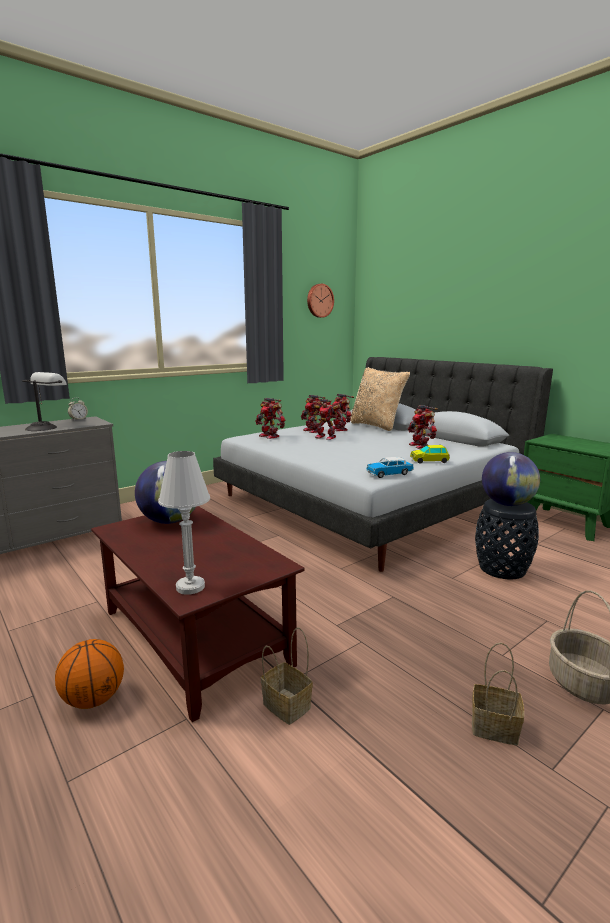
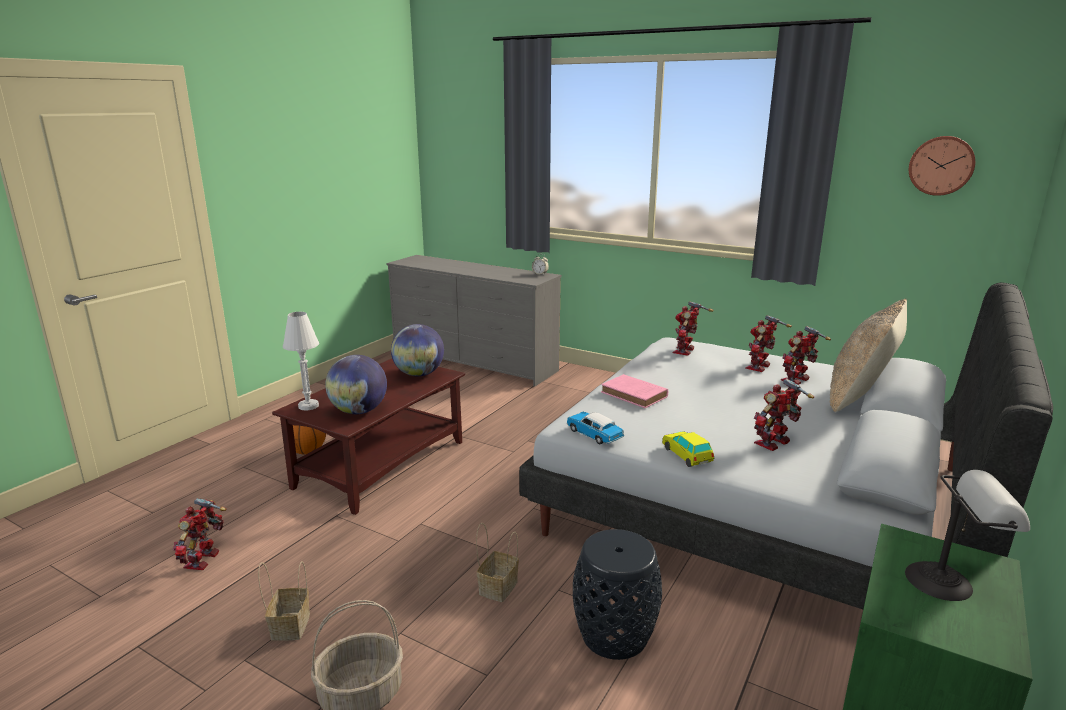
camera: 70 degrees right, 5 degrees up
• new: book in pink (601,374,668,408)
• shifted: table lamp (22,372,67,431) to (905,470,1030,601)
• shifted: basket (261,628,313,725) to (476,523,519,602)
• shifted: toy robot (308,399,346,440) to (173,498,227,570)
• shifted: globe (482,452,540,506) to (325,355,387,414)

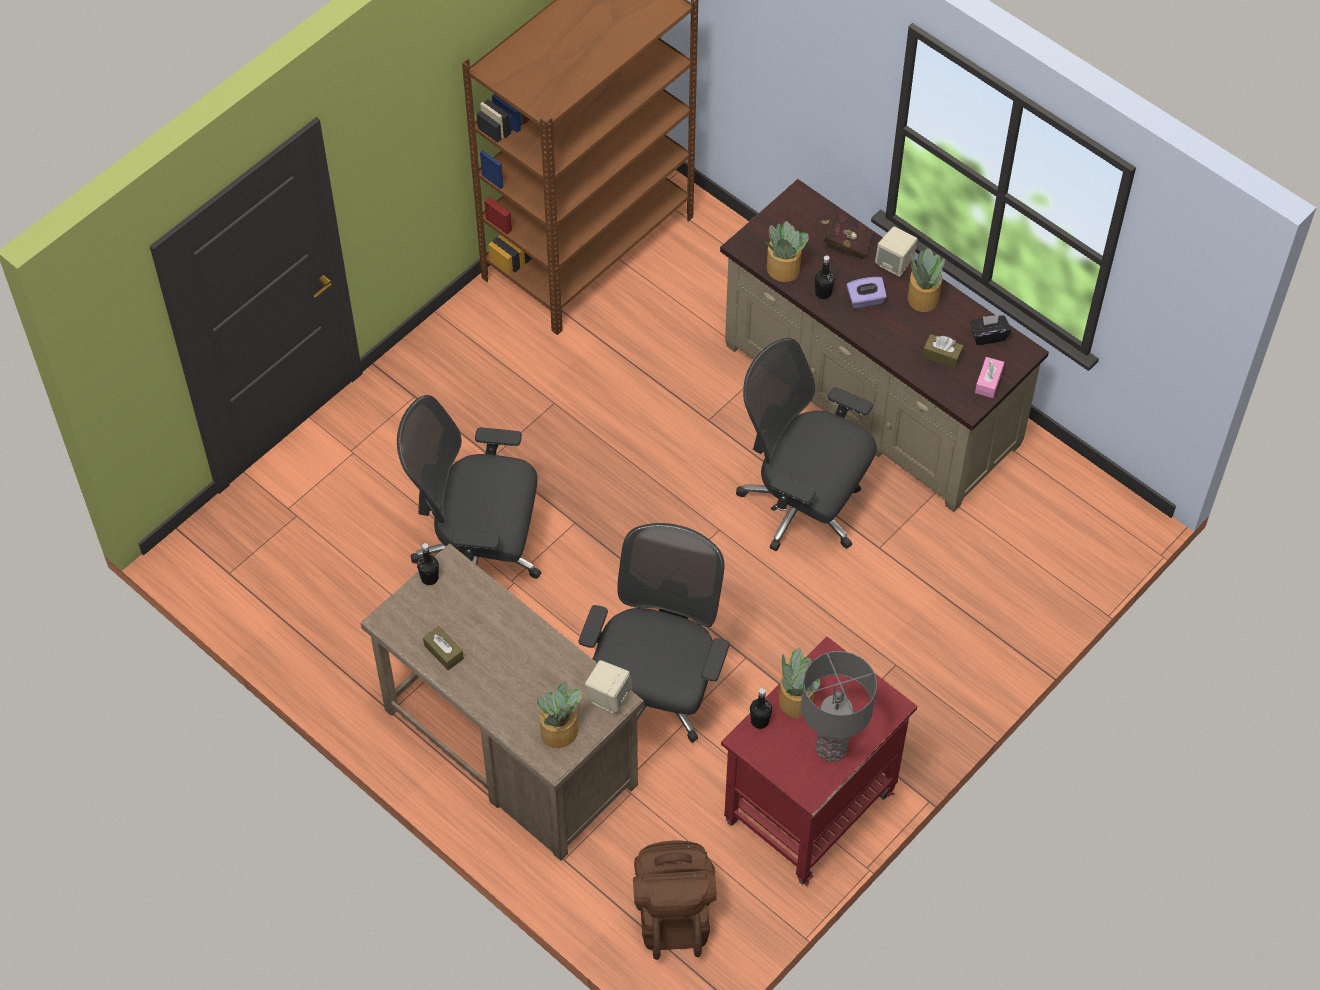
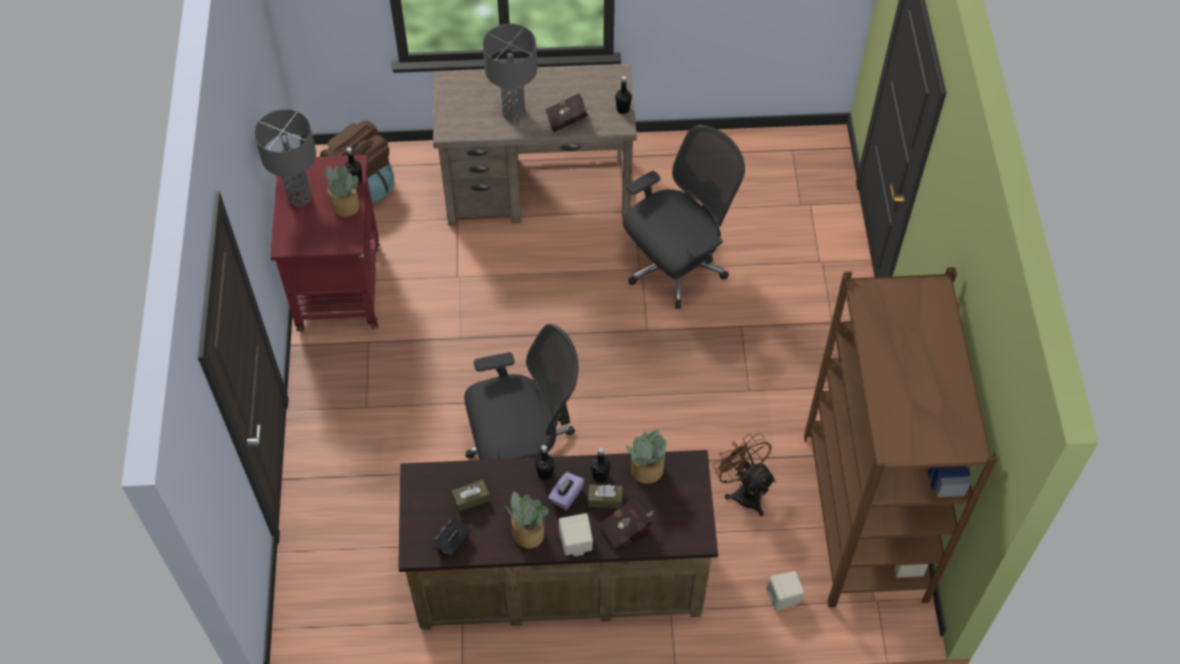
camera: 135 degrees right, 0 degrees up
• gone: potted plant (537,681,582,748)
• gone: office chair (579,523,730,742)
• gone: tissue box in pink (975,357,1004,398)
• new: table lamp in grey (483,24,537,121)
• new: bottle in black (535,445,554,480)
• new: book in red (545,93,591,132)
• new: fan in brown (713,433,776,516)
• shifted: tissue box in brown (423,626,464,670) to (588,484,623,508)
• shifted: speaker in beige (585,660,632,714) to (766,571,804,611)

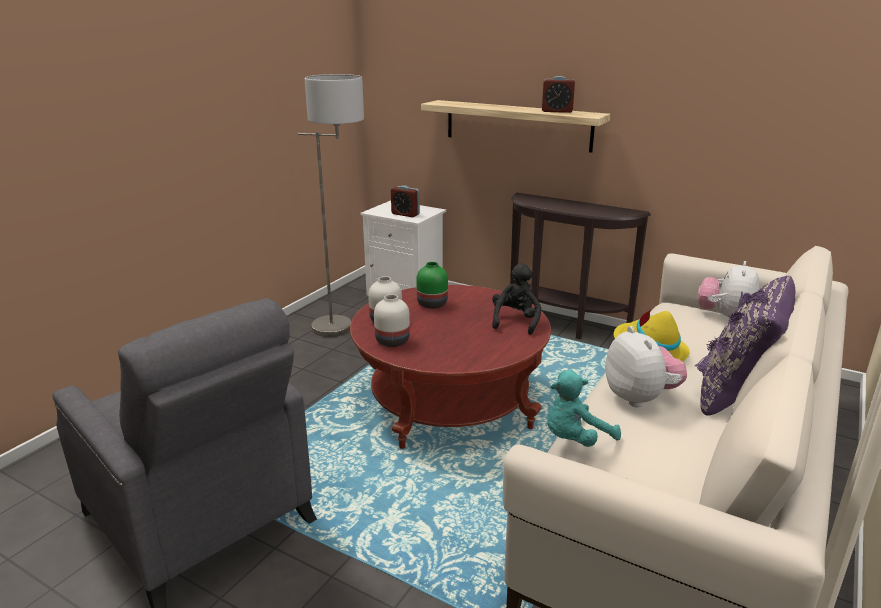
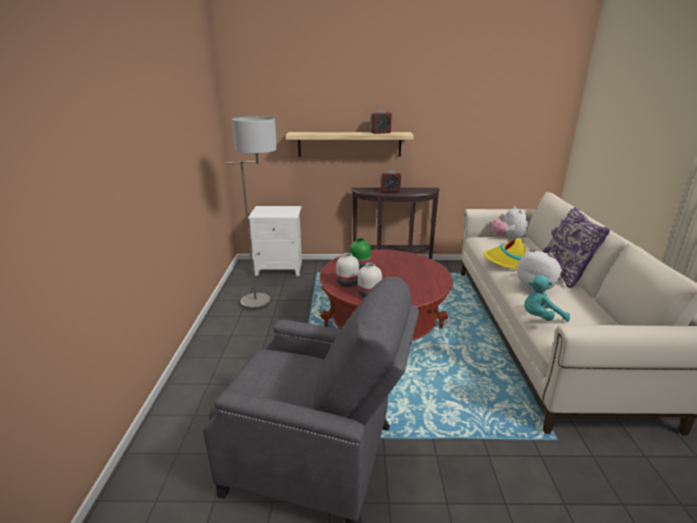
camera: 30 degrees left, 0 degrees up
• gone: plush toy in black (492,263,541,335)
• shifted: alarm clock (391,185,420,217) to (381,171,401,192)
• rotated: plush toy in turquoise (547,370,621,447) = (524,275,570,322) 45 degrees clockwise

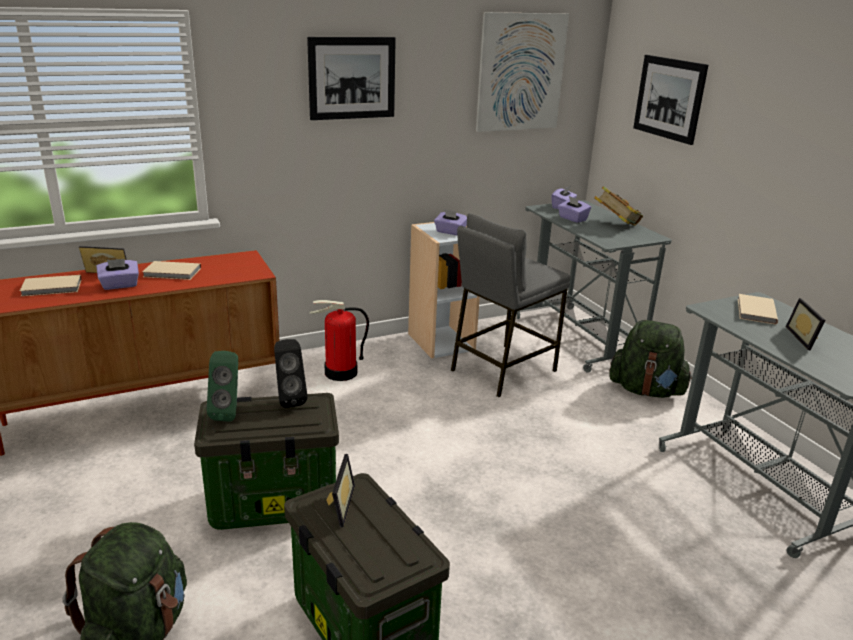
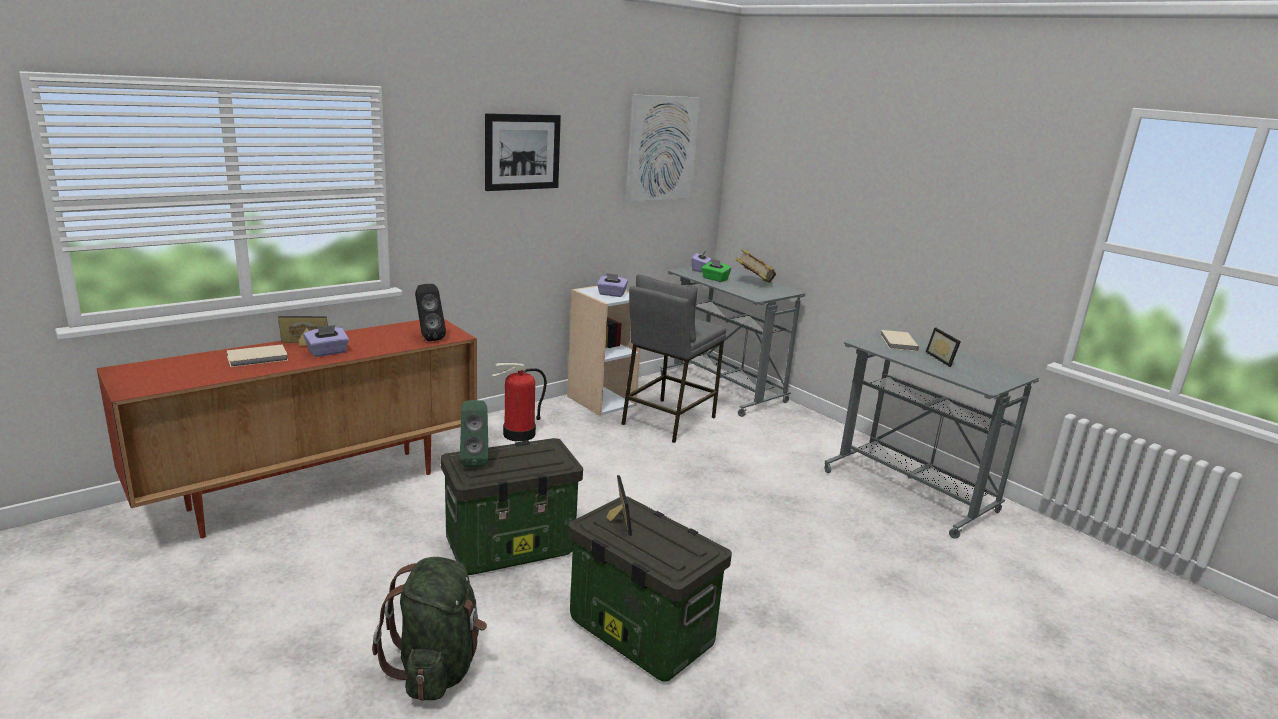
camera: 15 degrees left, 5 degrees down
• gone: book in beige (142,261,201,280)
• gone: backpack in green (609,320,692,398)
• gone: picture (633,55,708,145)
• shifted: speaker in black (274,339,308,408) to (415,284,446,341)
• repainted: tissue box in purple (558,196,591,223) to tissue box in green (701,259,731,282)

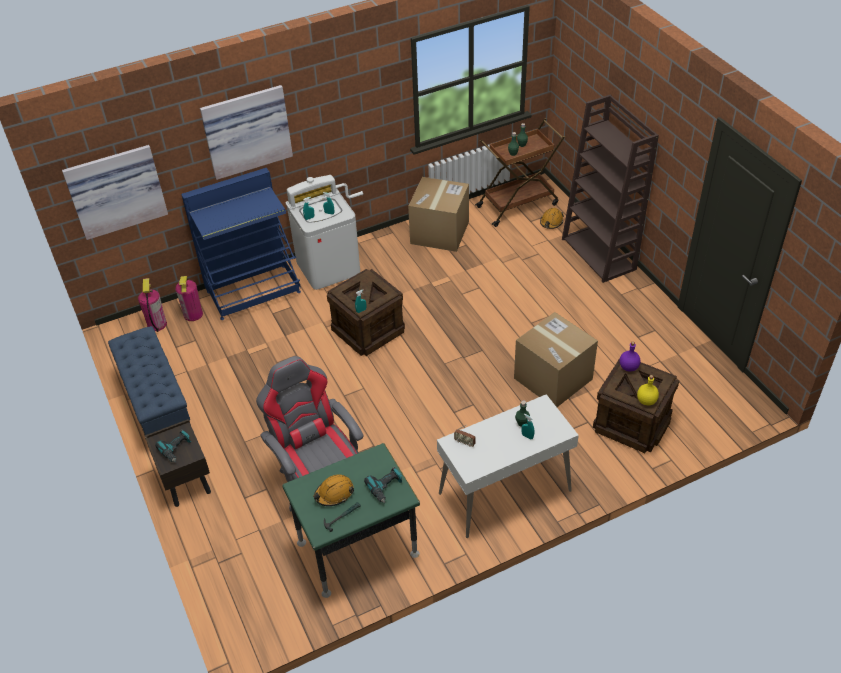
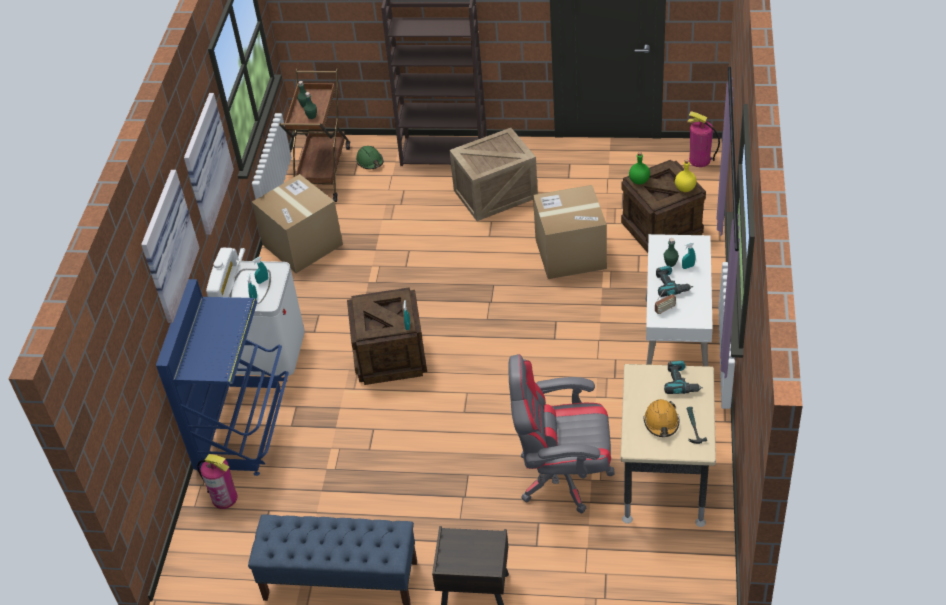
camera: 55 degrees left, 0 degrees up
• new: crate (449,128,538,221)
• shifted: picture (62,145,168,240) to (184,93,234,235)
• shifted: fire extinguisher (138,278,167,332) to (687,111,720,167)
• shifted: power drill (155,429,191,462) to (656,265,693,297)
• repainted: desk in green (282,443,420,598) to desk in beige (620,364,716,527)
• repainted: hard hat in orange (540,208,564,229) to hard hat in green (356,146,383,169)
• repainted: bottle in purple (620,341,640,372) to bottle in green (629,152,650,185)

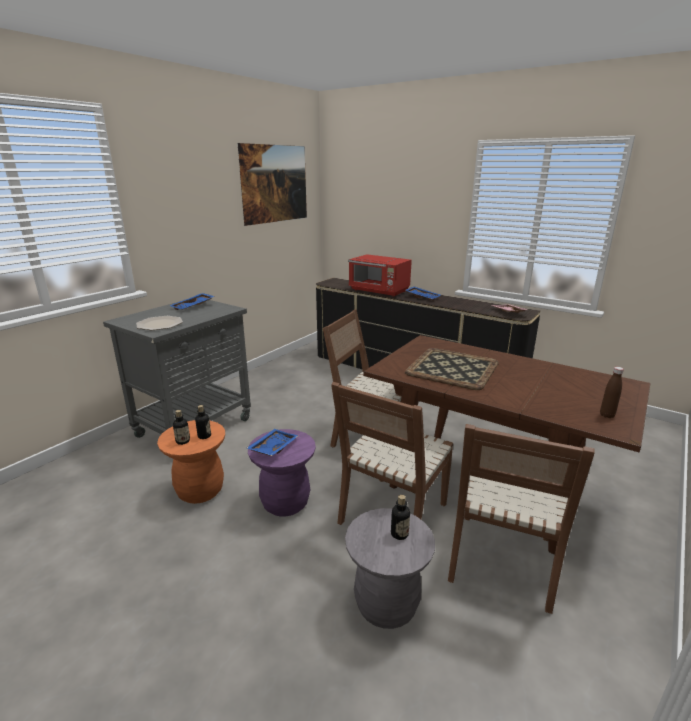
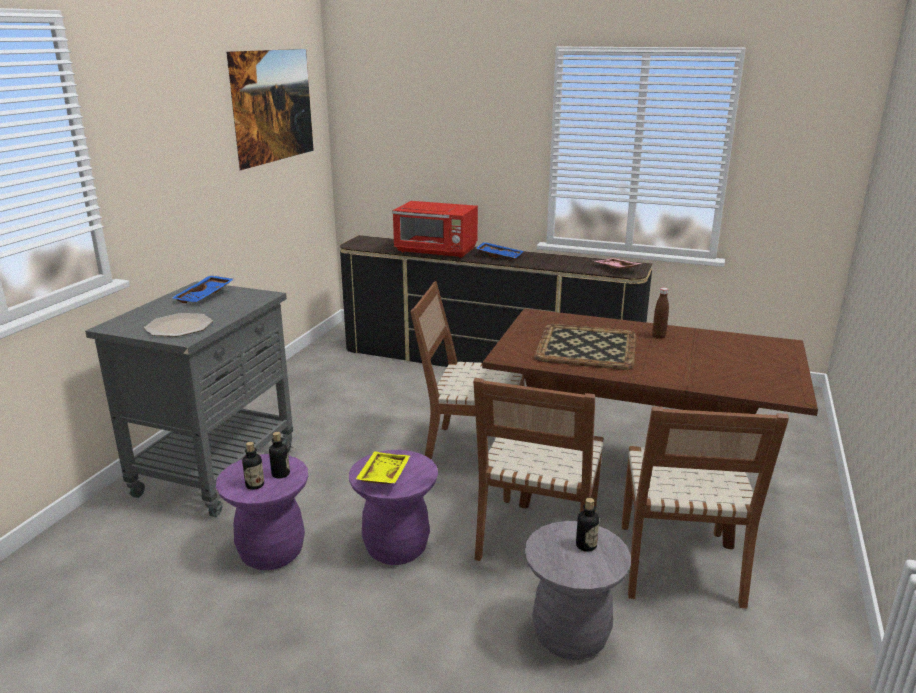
camera: 15 degrees left, 0 degrees up
• shifted: bottle in brown (600,367,624,418) to (652,288,669,339)
• repainted: stool in orange (157,420,225,504) to stool in purple (216,454,308,570)
• repainted: tray in blue (247,429,298,456) to tray in yellow (356,451,410,484)

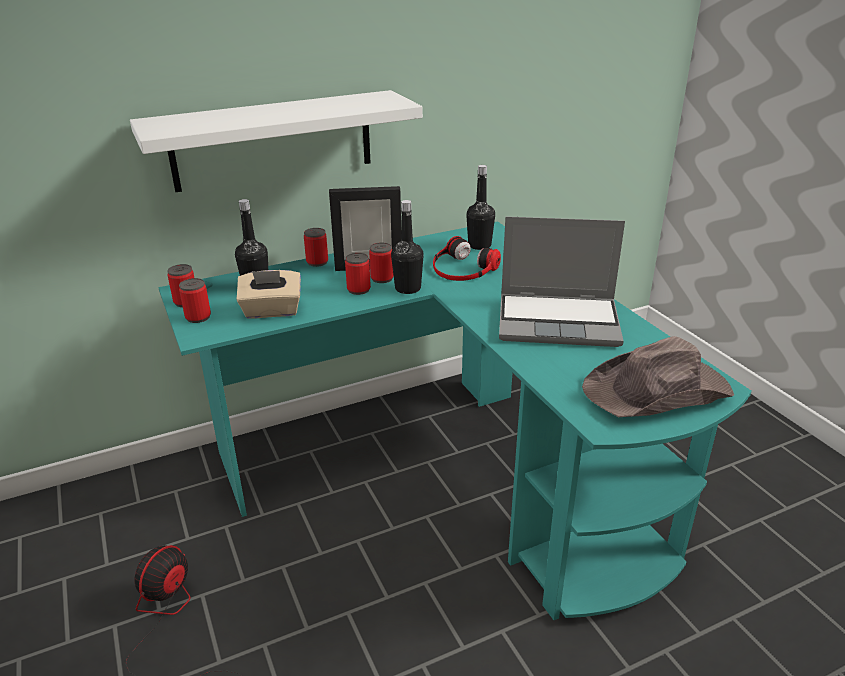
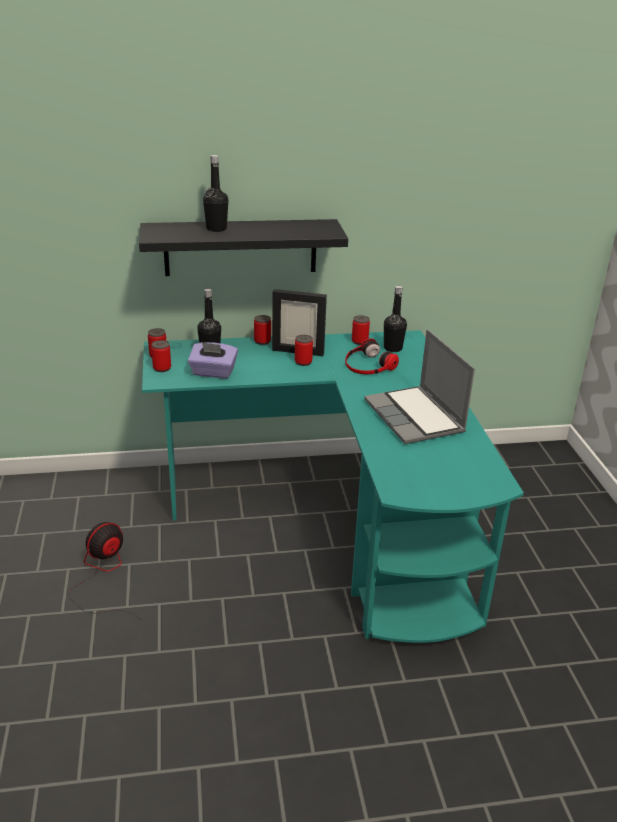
camera: 15 degrees right, 0 degrees up
• gone: hat in brown (582,336,734,417)
• shifted: can (345,253,371,295) to (352,315,370,345)
• shifted: bottle in black (391,200,424,294) to (203,155,228,232)
• repainted: shelf in white (130,90,423,192) to shelf in black (139,219,348,276)
• repainted: tissue box in beige (236,270,301,319) to tissue box in purple (188,342,238,379)
• rotated: laptop (499,216,625,347) = (364,329,475,444) 45 degrees clockwise

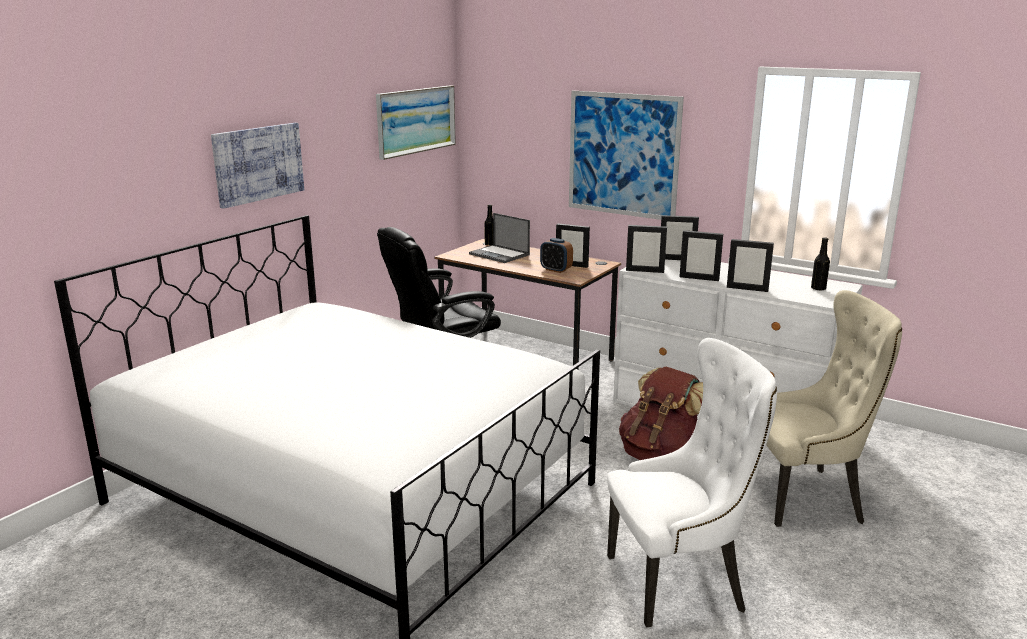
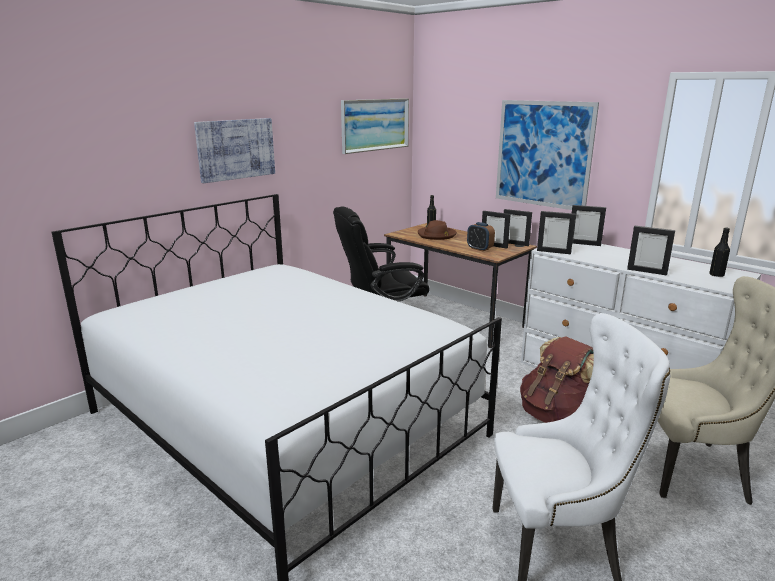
camera: 10 degrees right, 0 degrees up
• shifted: picture frame (679,230,723,281) to (504,209,532,246)
• swapped: laptop (469,213,530,263) to hat in brown (418,220,457,240)

